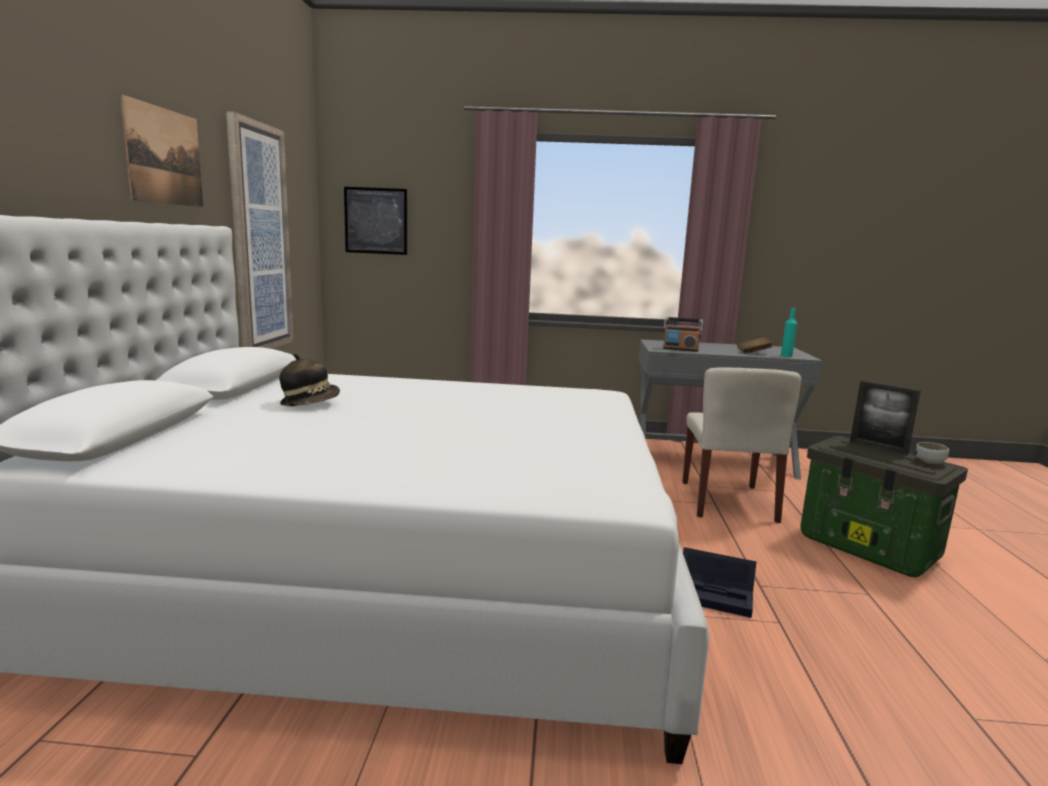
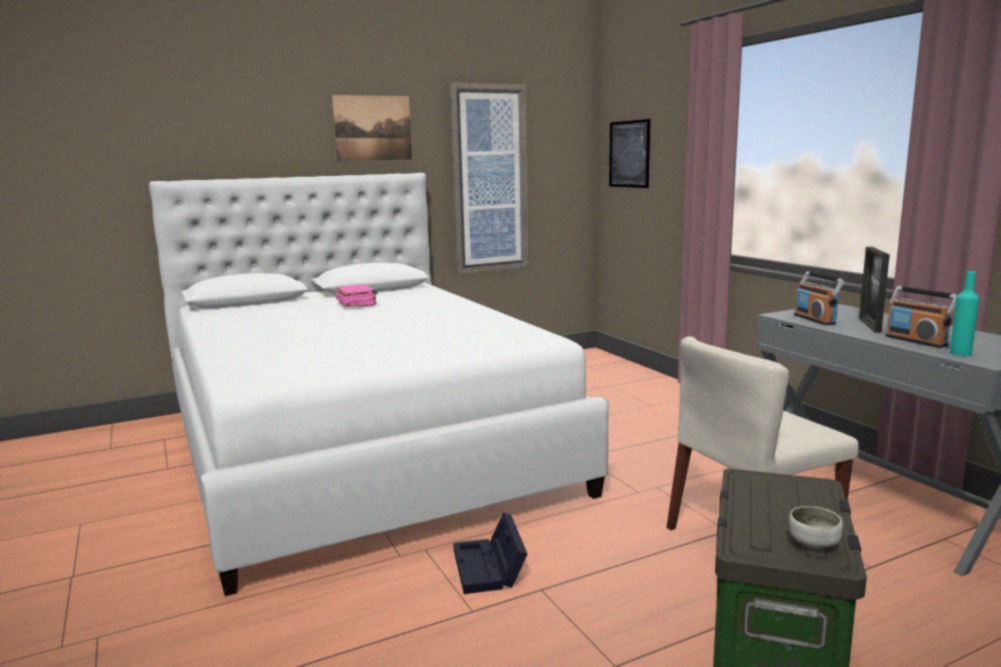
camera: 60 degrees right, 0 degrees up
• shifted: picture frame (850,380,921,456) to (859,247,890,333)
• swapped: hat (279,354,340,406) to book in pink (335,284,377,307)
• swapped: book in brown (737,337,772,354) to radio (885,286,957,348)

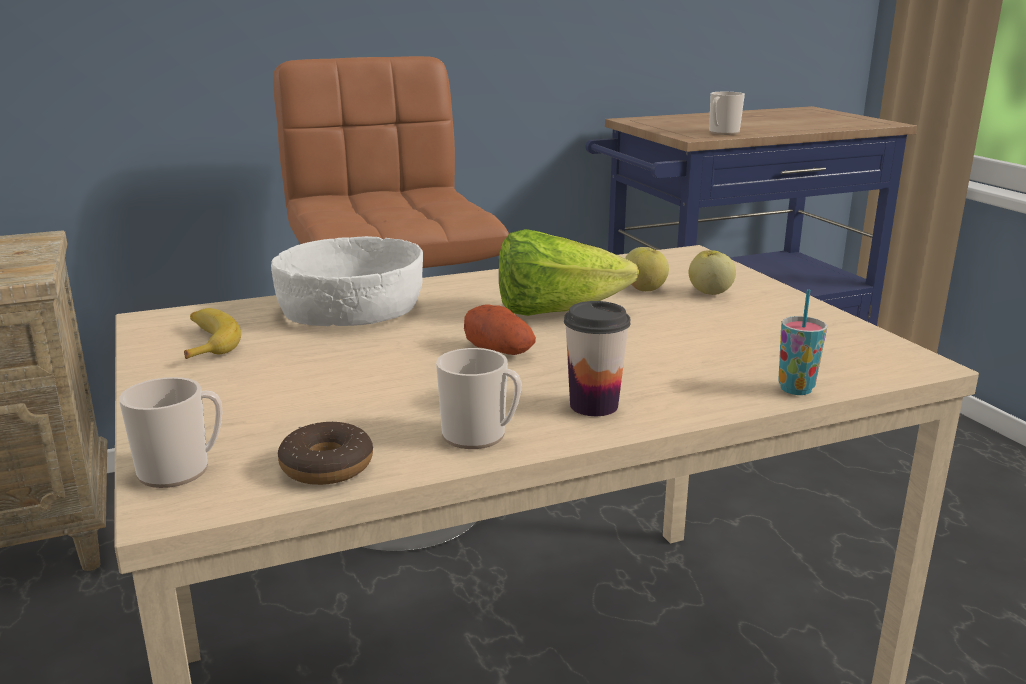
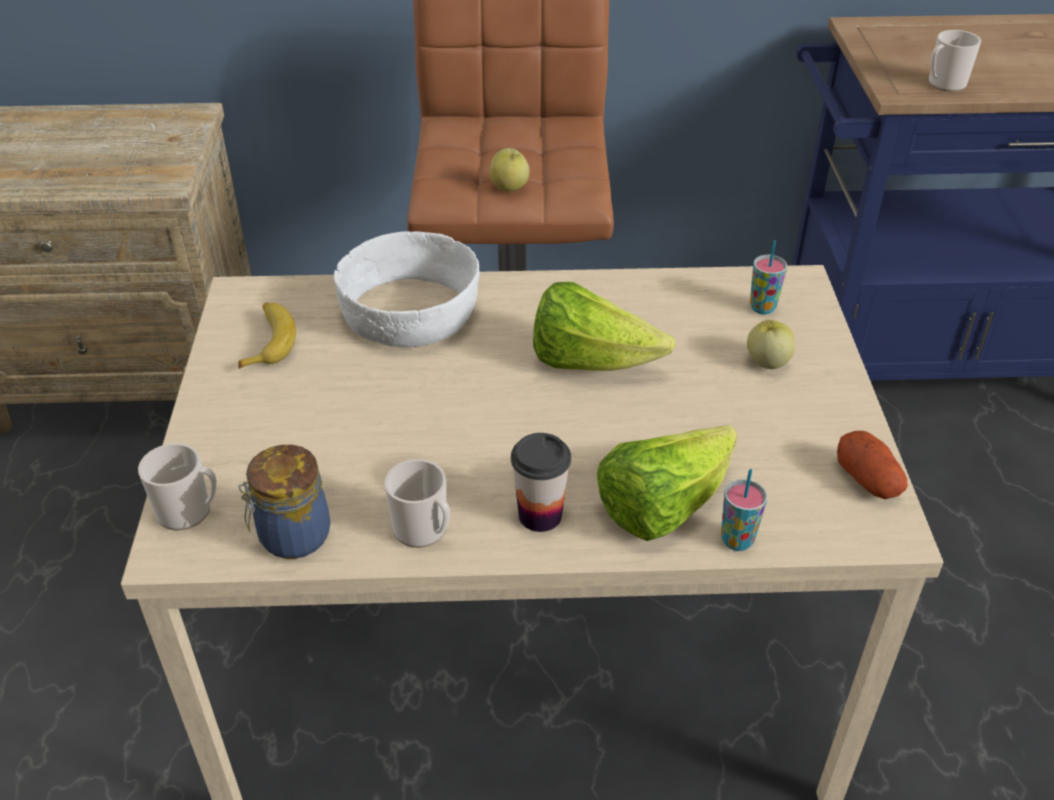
camera: 20 degrees right, 20 degrees up
• new: lettuce (597,425,737,541)
• new: cup (750,240,788,315)
• shifted: potato (464,304,536,355) to (837,431,908,499)
• shifted: apple (625,247,669,291) to (489,148,530,192)
• swapped: donut (278,421,373,485) to jar (238,445,330,559)

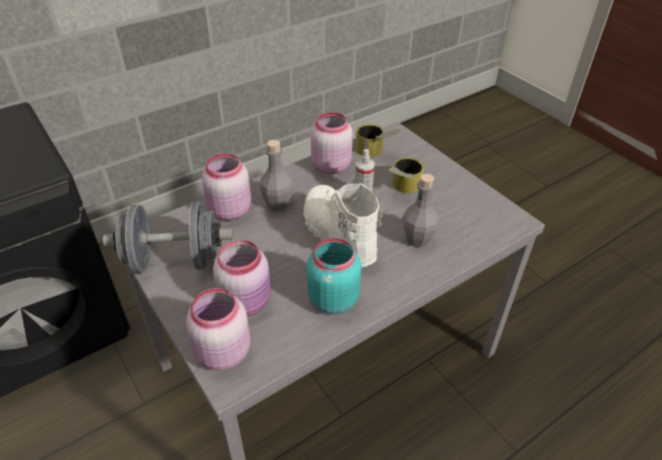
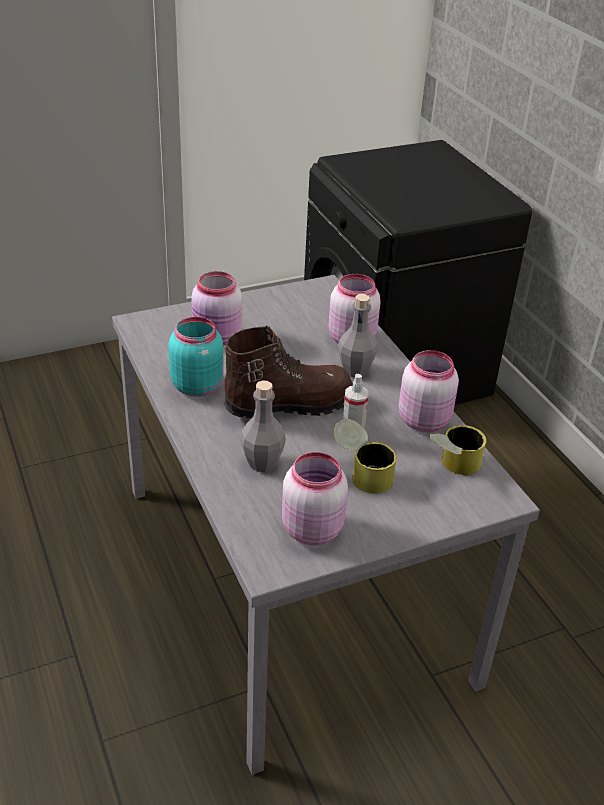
camera: 100 degrees right, 5 degrees down
• gone: dumbbell in grey (103,202,233,273)
• shifted: jar in pink (186,288,251,370) to (282,452,348,545)
• repainted: boot in white (303,183,382,267) to boot in brown (224,326,353,418)

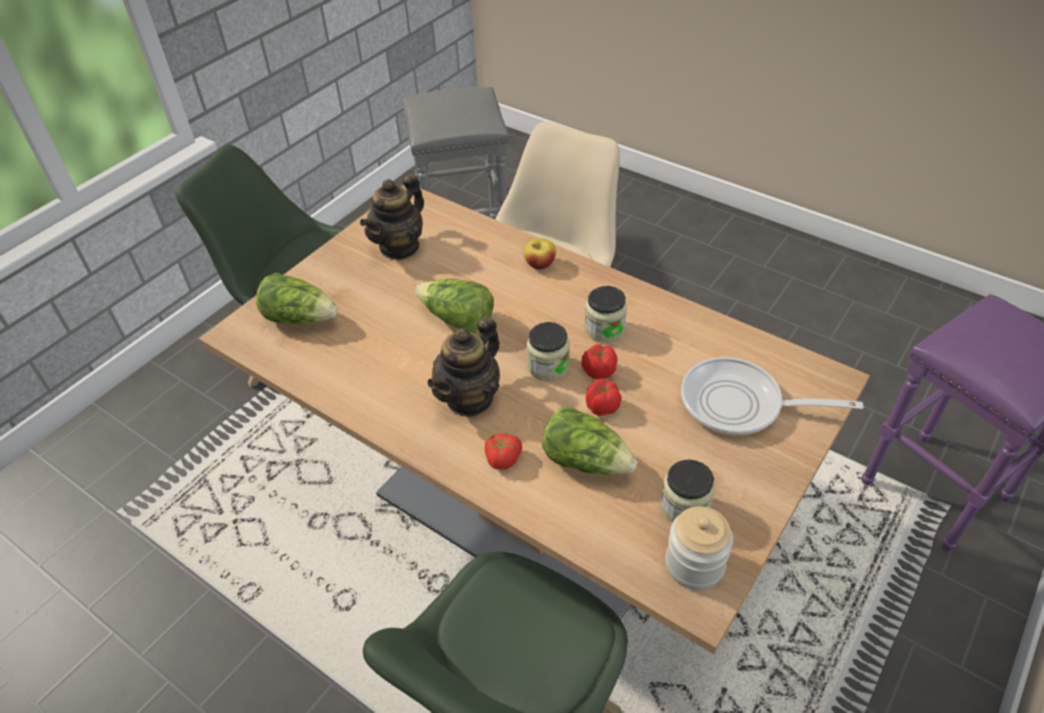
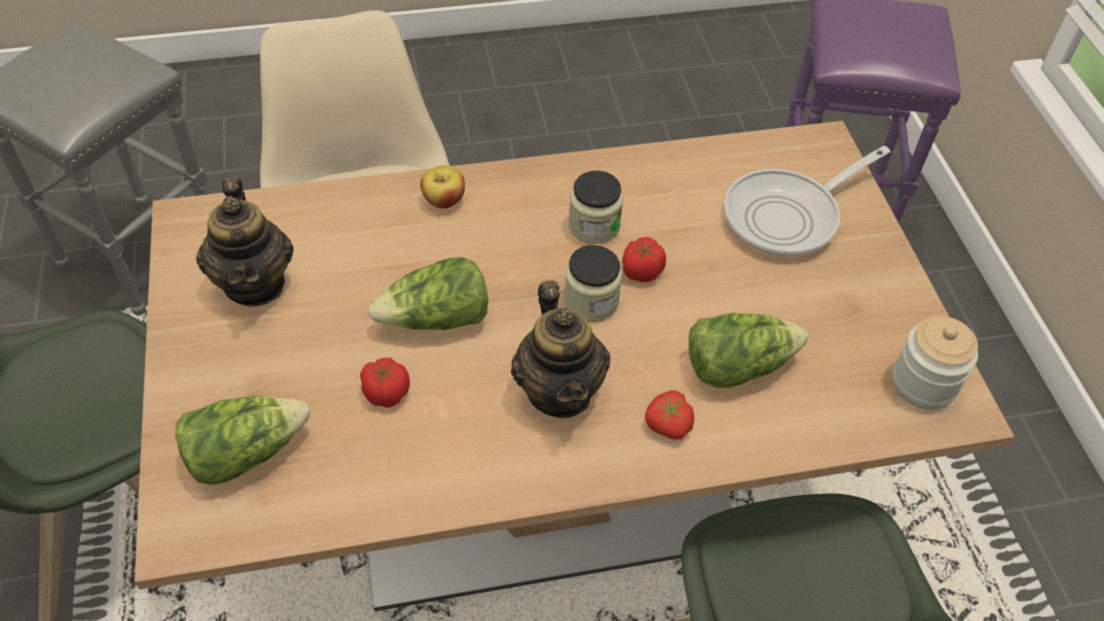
camera: 50 degrees left, 5 degrees up
• gone: jar (660,460,715,523)
• shifted: tomato (586,379,621,416) to (360,358,410,408)

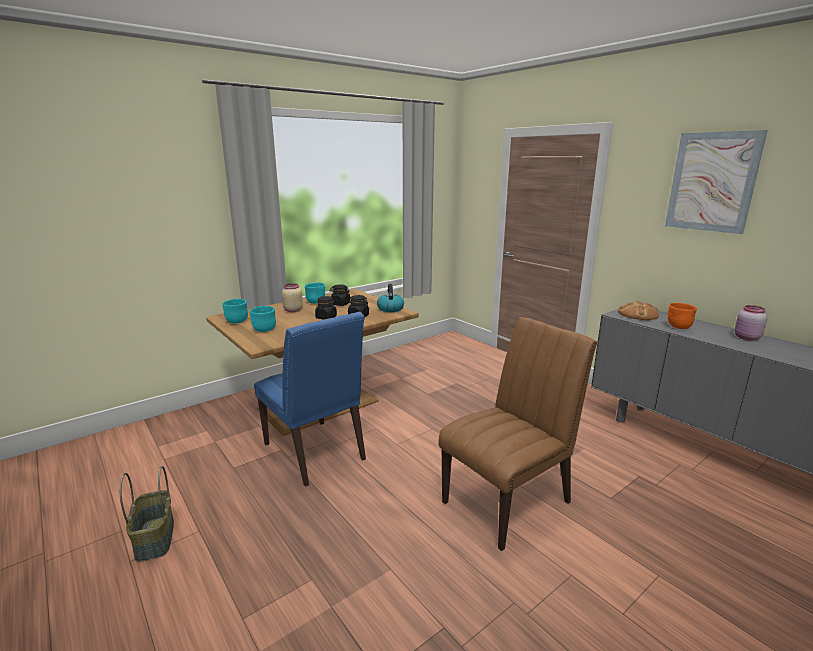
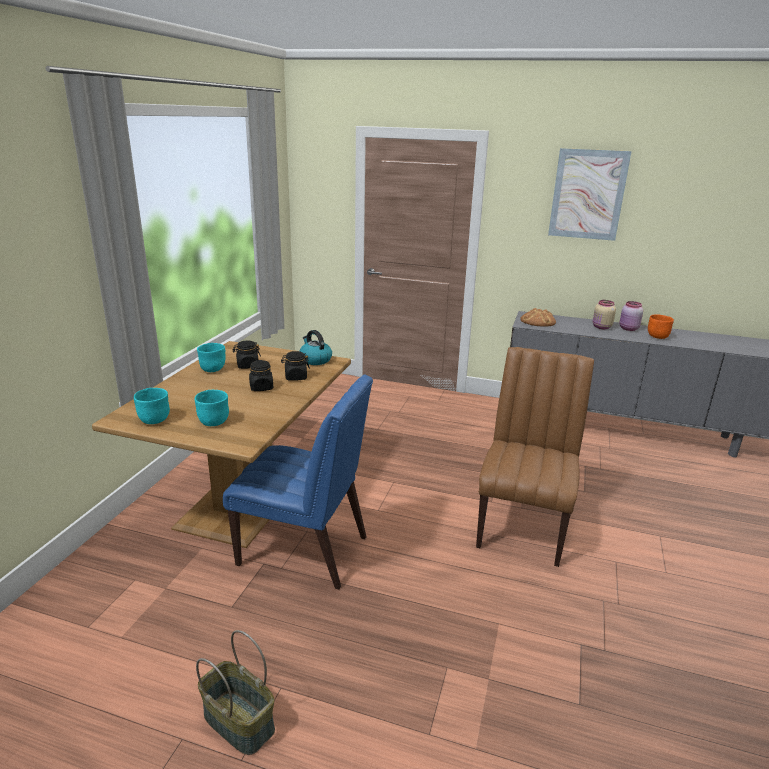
camera: 35 degrees left, 5 degrees up
• shifted: jar in beige (282,283,303,312) to (593,300,616,329)
• shifted: bowl in orange (668,303,697,329) to (648,314,674,339)

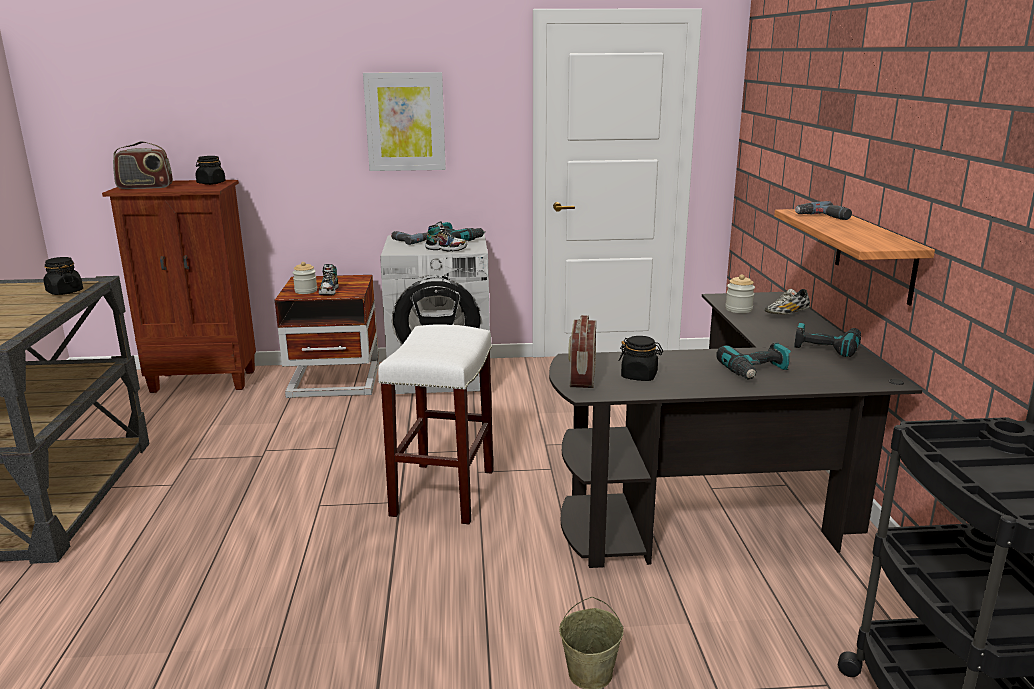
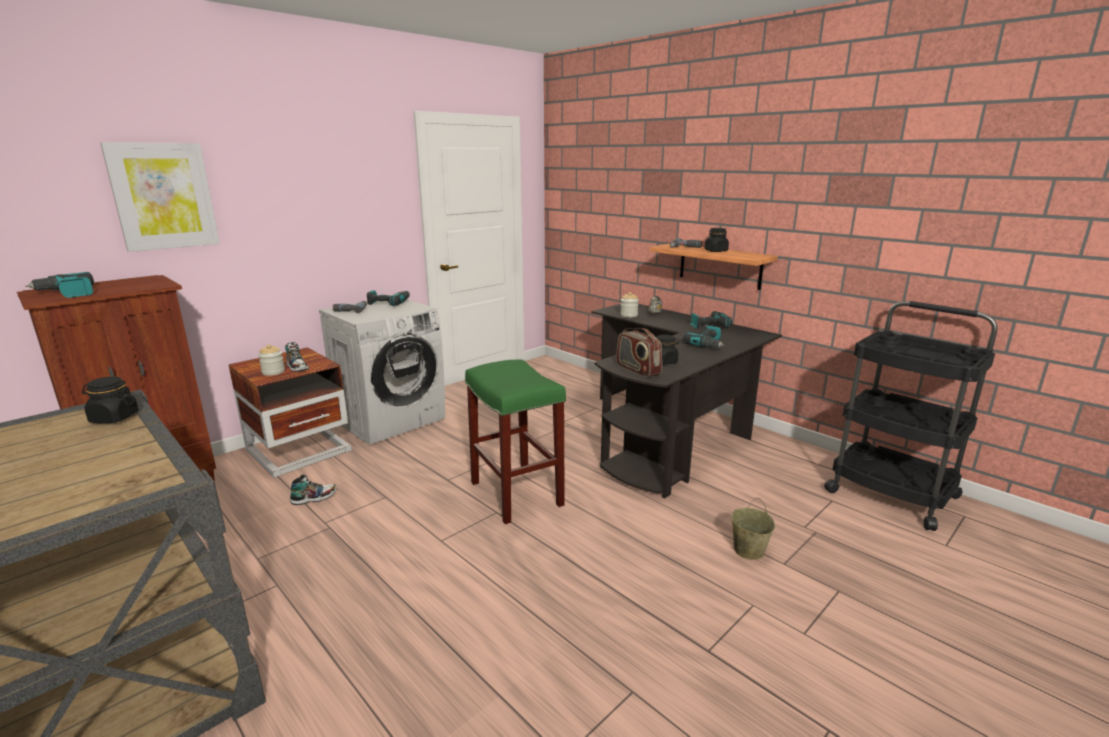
camera: 40 degrees left, 0 degrees up
• shifted: jar in black (196,156,226,185) to (705,228,729,252)
• shifted: picture (363,72,446,171) to (100,142,220,252)
• shifted: shoe (425,221,468,252) to (290,474,337,505)
• swapped: radio (113,141,173,189) to power drill (25,272,94,298)
• repainted: stool in white (378,324,493,524) to stool in green (465,360,566,524)

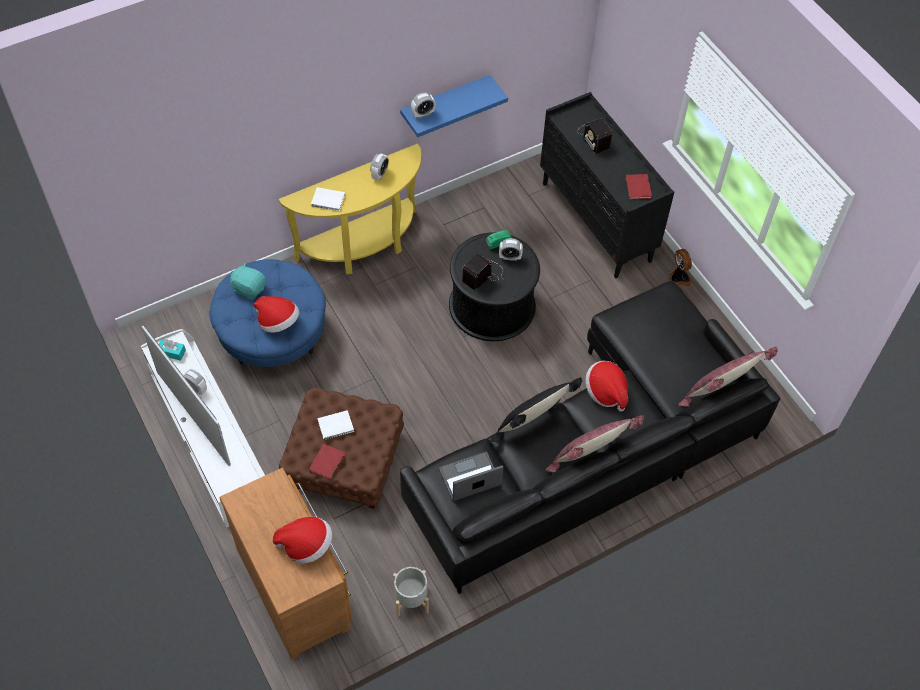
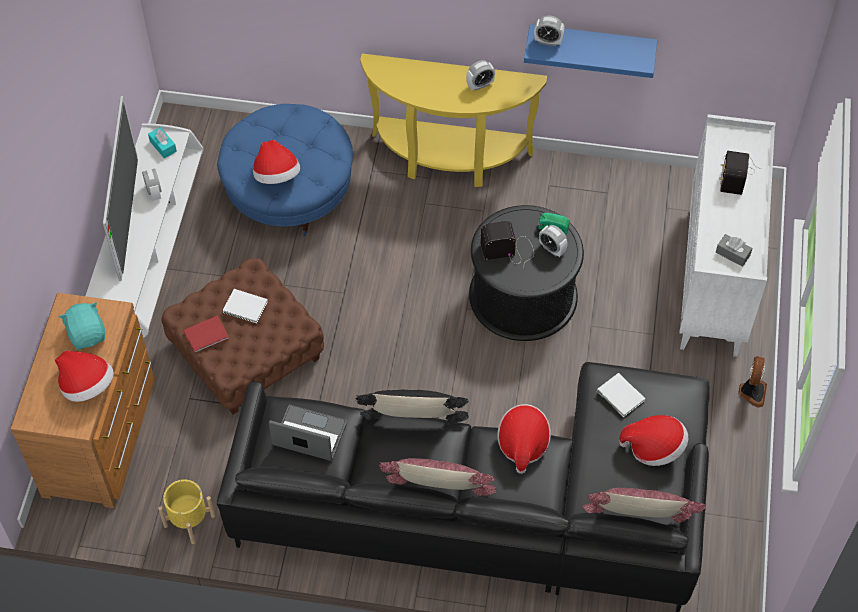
camera: 40 degrees right, 0 degrees up
• new: hat (619,415,688,466)
• shifted: plush toy in turquoise (230,262,266,300) to (59,302,105,350)
• shifted: book in white (311,187,345,211) to (597,373,645,417)
• swapped: book in red (625,174,652,200) to tissue box in grey (716,234,752,267)
• repainted: planter in grey (393,567,429,617) to planter in yellow (158,480,215,544)
• repainted: cabinet in black (540,92,674,279) to cabinet in white (679,114,776,357)

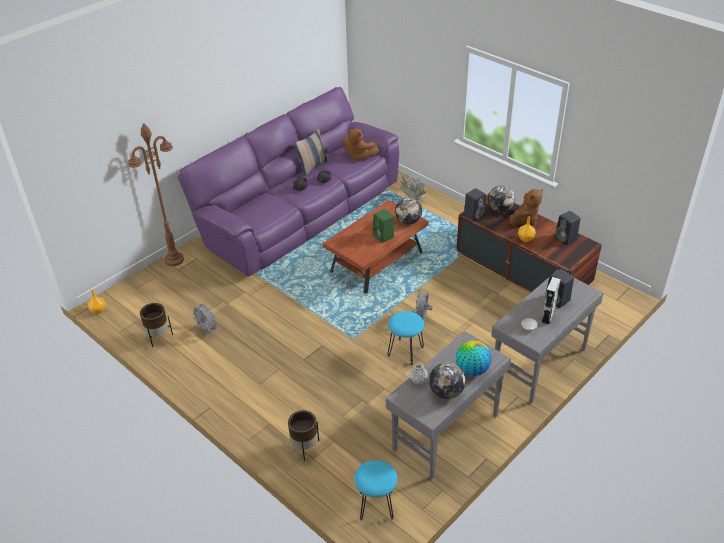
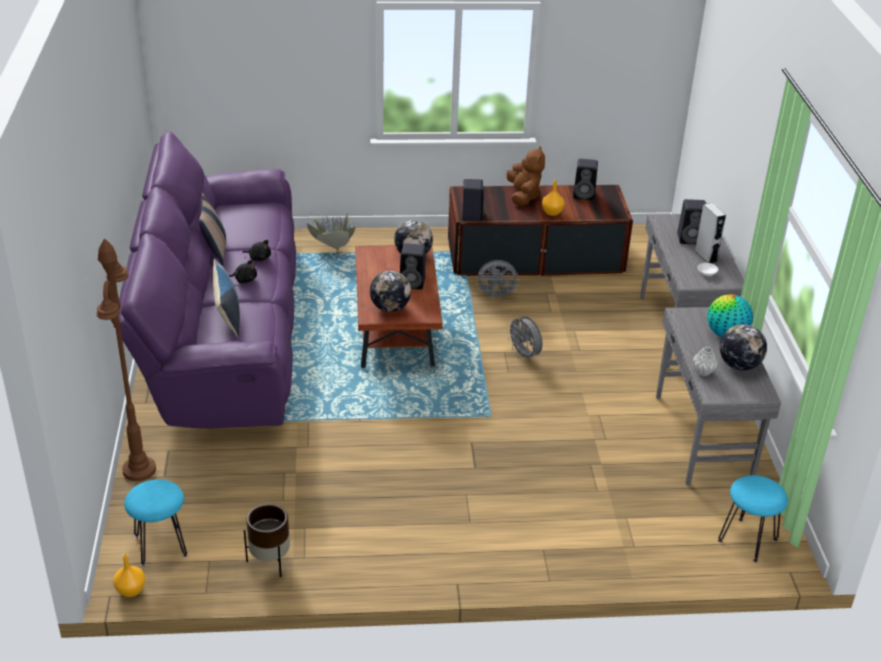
camera: 50 degrees left, 5 degrees down
• gone: planter in brown (288,410,319,461)
• gone: plush toy in brown (343,128,379,162)
• new: pillow (213,258,240,337)
• shifted: fan in grey (191,304,217,336) to (476,260,520,299)
• shifted: stool in turquoise (387,311,424,365) to (124,479,187,567)
• shifted: globe (488,185,515,213) to (370,271,411,312)
• repainted: speaker in green (372,209,394,243) to speaker in black (400,243,426,290)

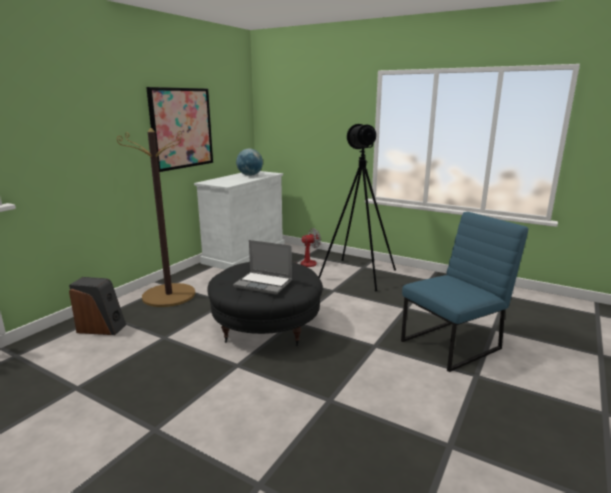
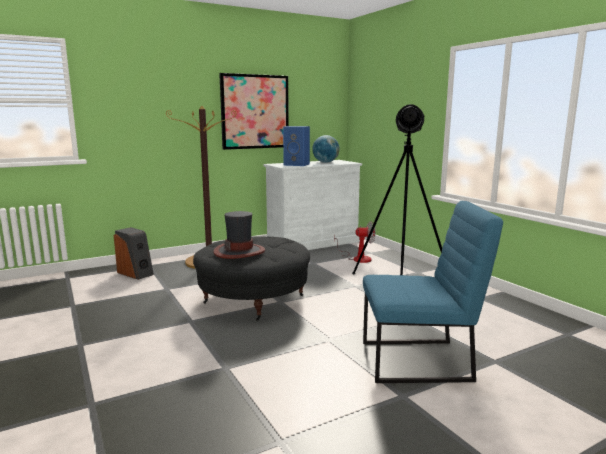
camera: 30 degrees right, 5 degrees down
• new: speaker in blue (283,126,310,166)
• swapped: laptop (233,240,292,294) to hat (214,211,265,259)

